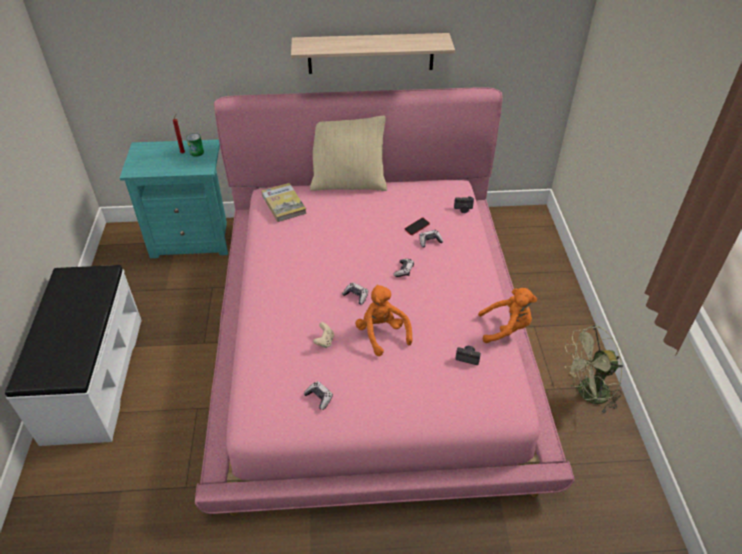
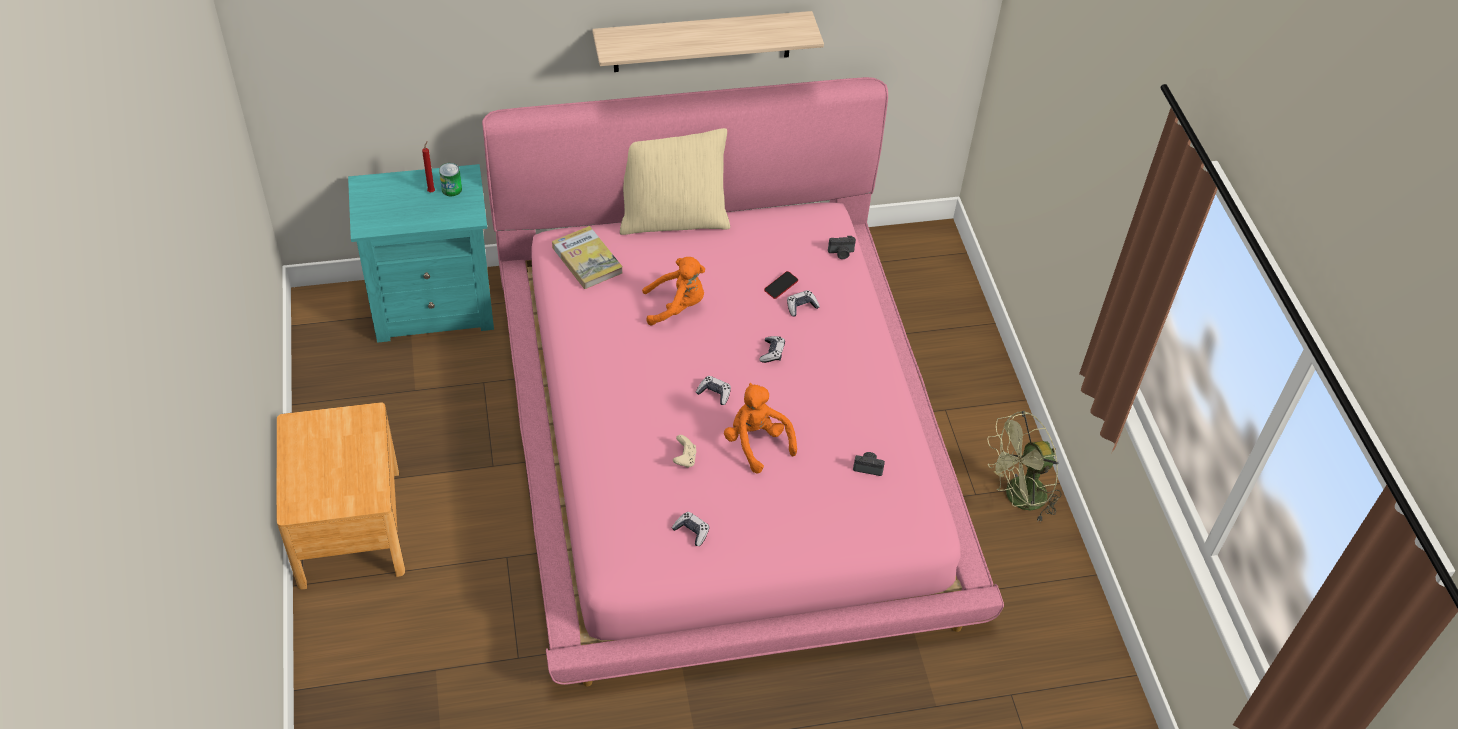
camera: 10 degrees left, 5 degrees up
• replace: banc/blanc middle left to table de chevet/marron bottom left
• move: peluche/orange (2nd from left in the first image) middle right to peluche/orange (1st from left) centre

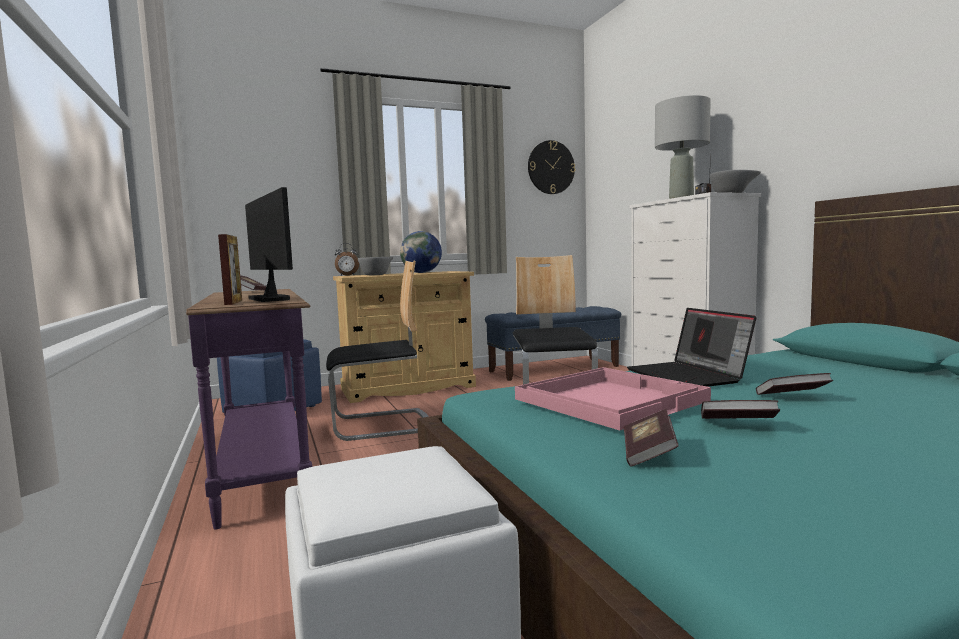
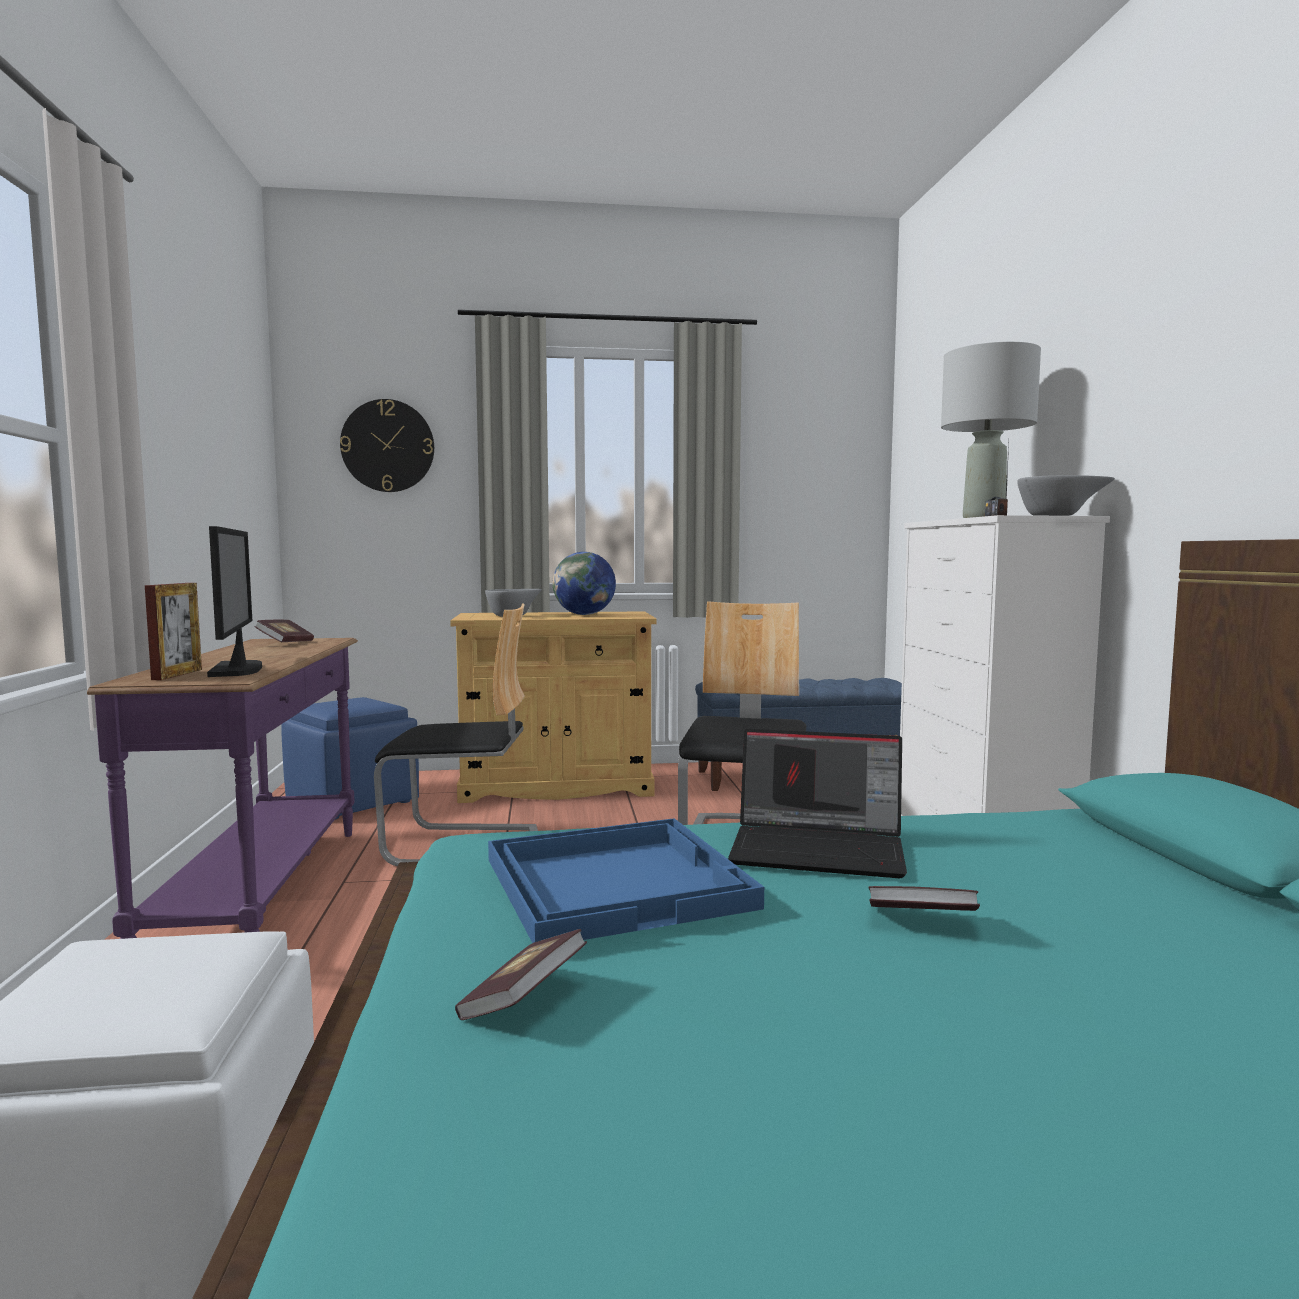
camera: 15 degrees right, 0 degrees up
• move: horloge murale top centre to middle left
• delete: réveil centre
• rotate: ordinateur portable middle right = centre 75 degrees counterclockwise
• recolor: plateau/rose centre to plateau/bleu bottom centre
• delete: livre (3rd from left) middle right

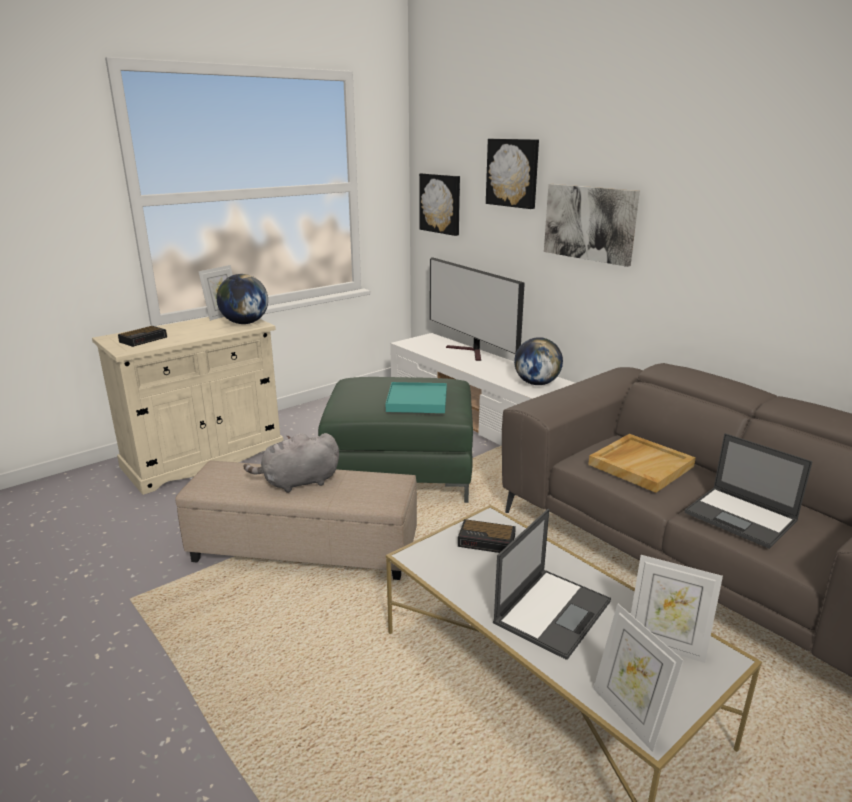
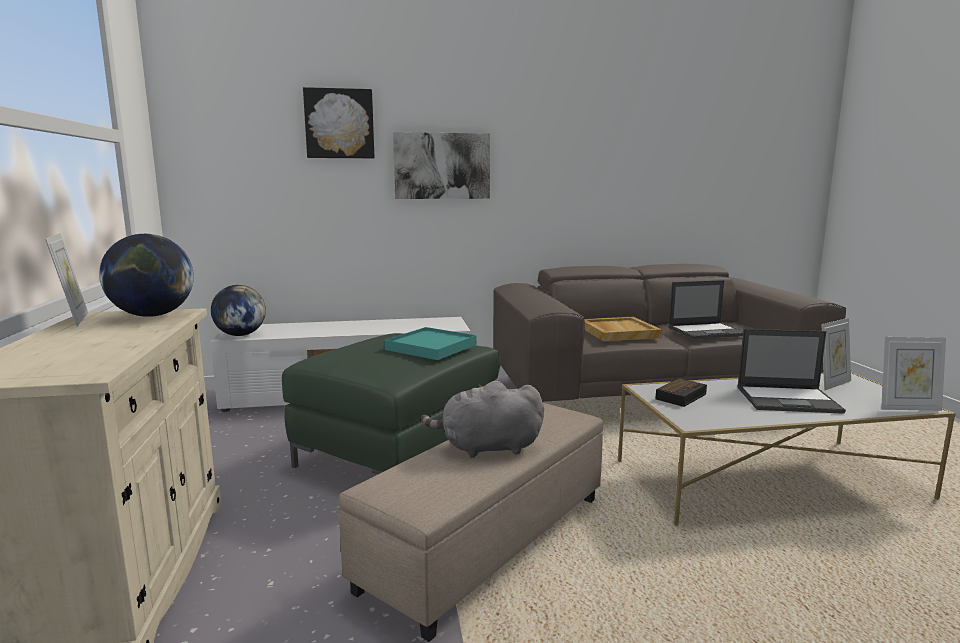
camera: 60 degrees left, 10 degrees down
• delete: tableau (1st from left) top centre
• delete: téléviseur centre
• delete: réveil (1st from left) middle left
• move: globe (2nd from left) centre to middle left
• rotate: peluche/gris centre = centre 75 degrees clockwise
• rotate: ordinateur portable (1st from left in the first image) bottom centre = middle right 120 degrees clockwise

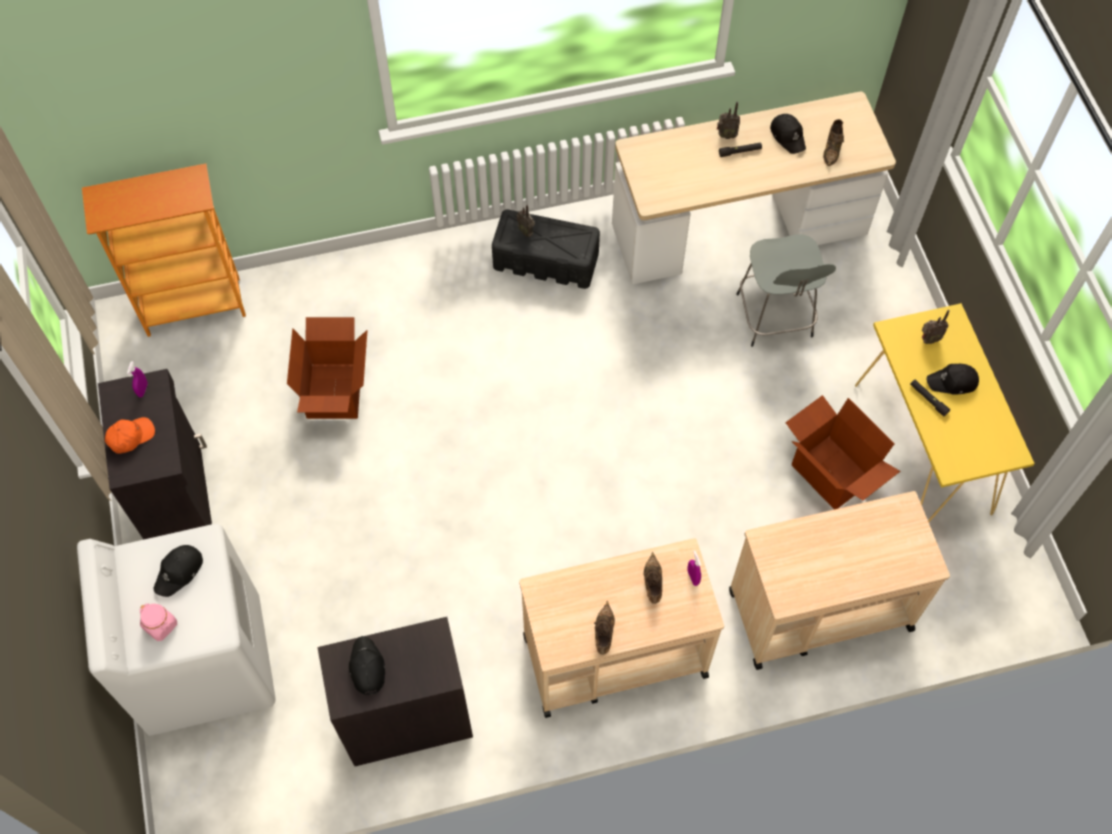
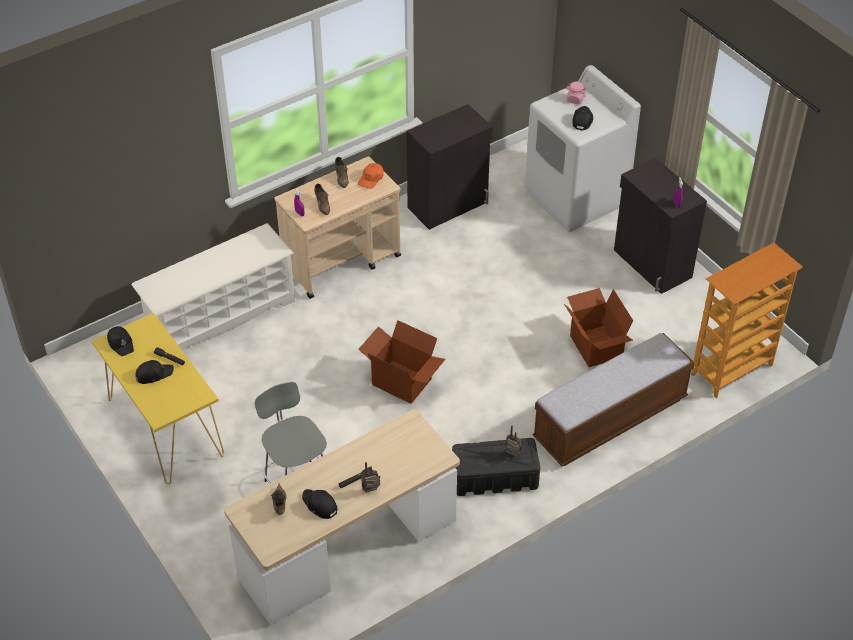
camera: 160 degrees right, 15 degrees down
• delete: radio (3rd from left) middle right
• move: carton (2nd from left in the first image) middle right to carton (1st from left) centre
• move: casquette/orange middle left to top centre
• replace: chariot/beige (2nd from left) bottom right to étagère à chaussures/blanc middle left
• move: casquette/noir (2nd from left in the first image) bottom left to casquette/noir (1st from left) middle left
• insert: banc middle right

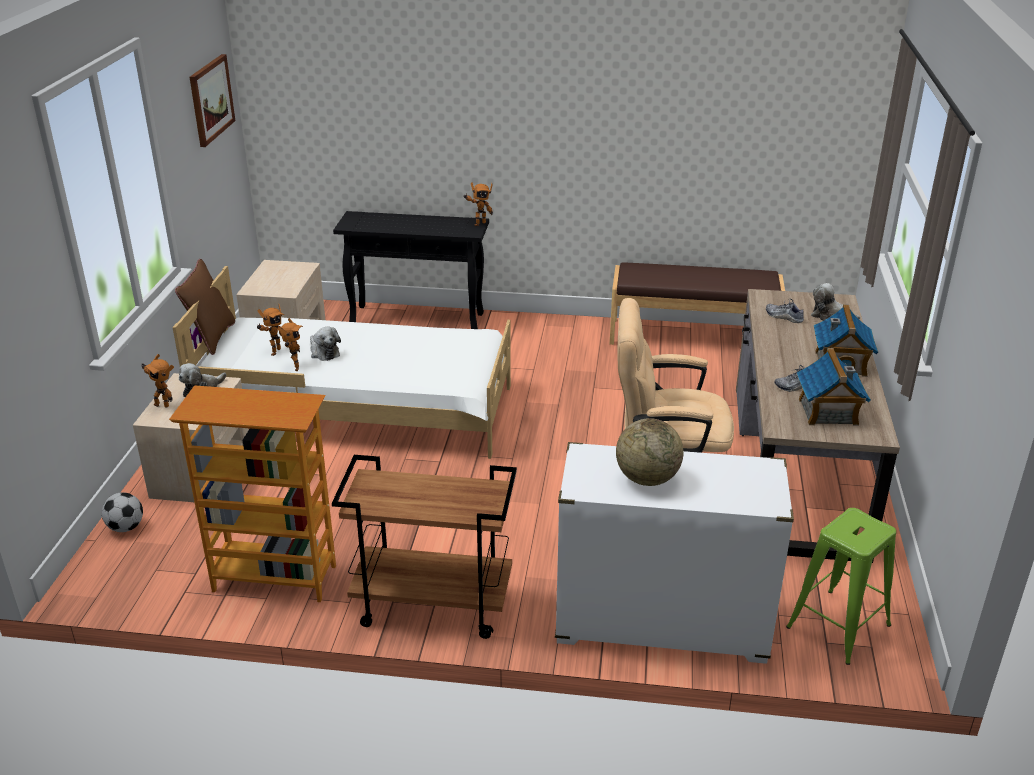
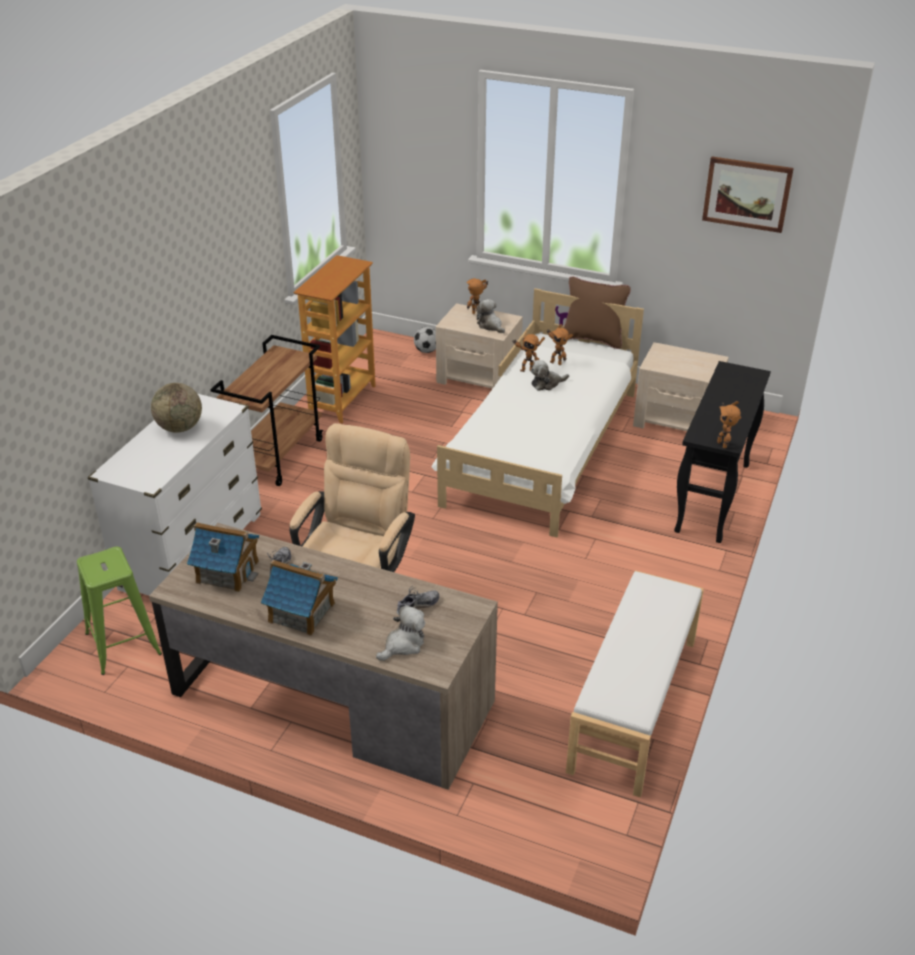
camera: 105 degrees right, 5 degrees up
• recolor: banc/marron middle right to banc/blanc bottom right

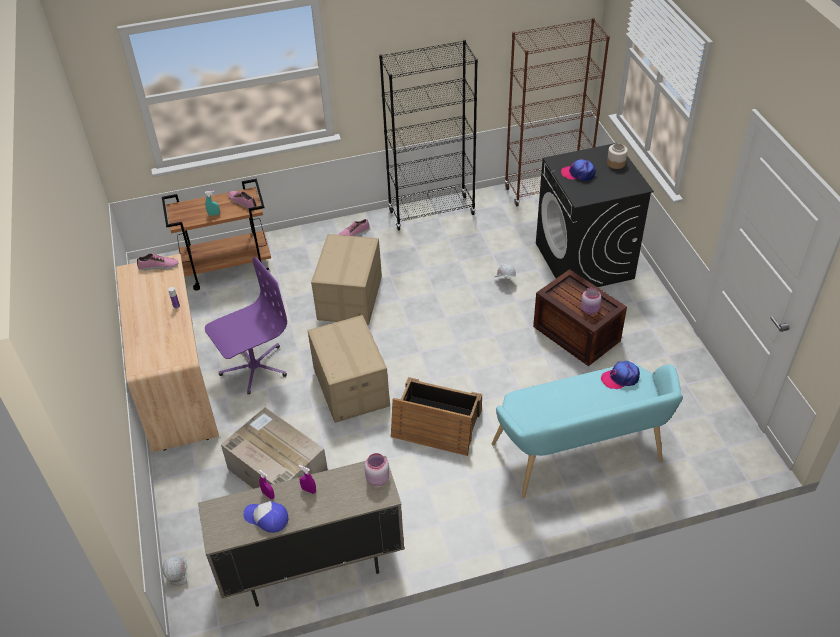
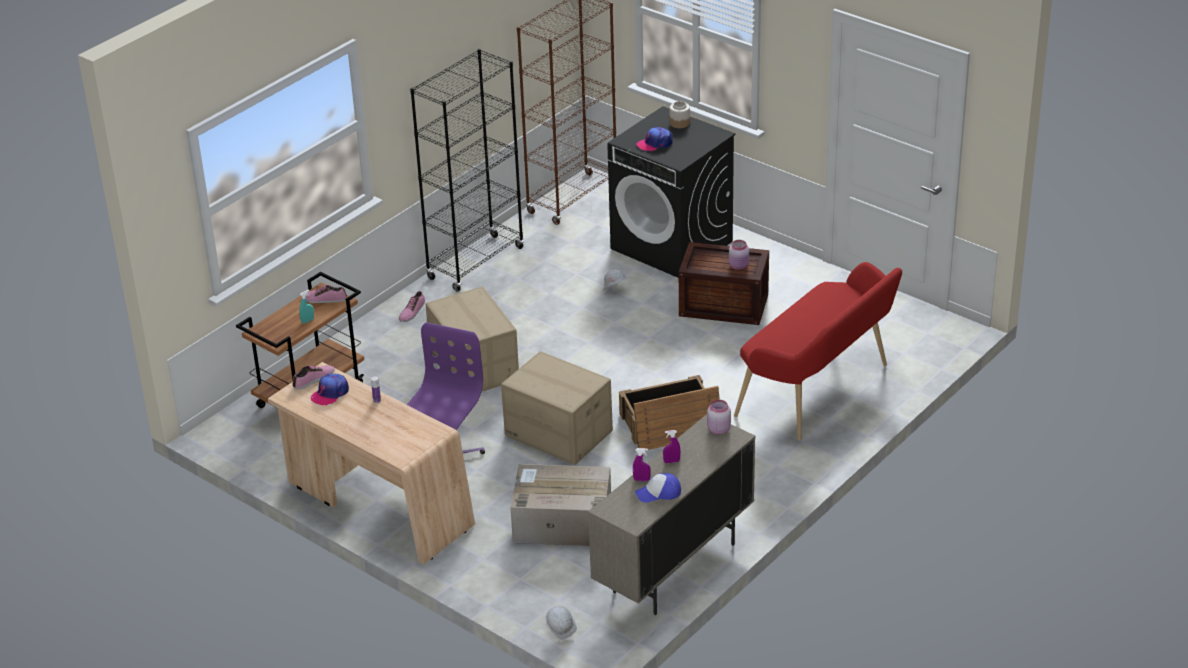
camera: 35 degrees left, 10 degrees down
• move: casquette (3rd from left in the first image) middle right to casquette (1st from left) middle left
• recolor: banc/turquoise bottom right to banc/rouge middle right

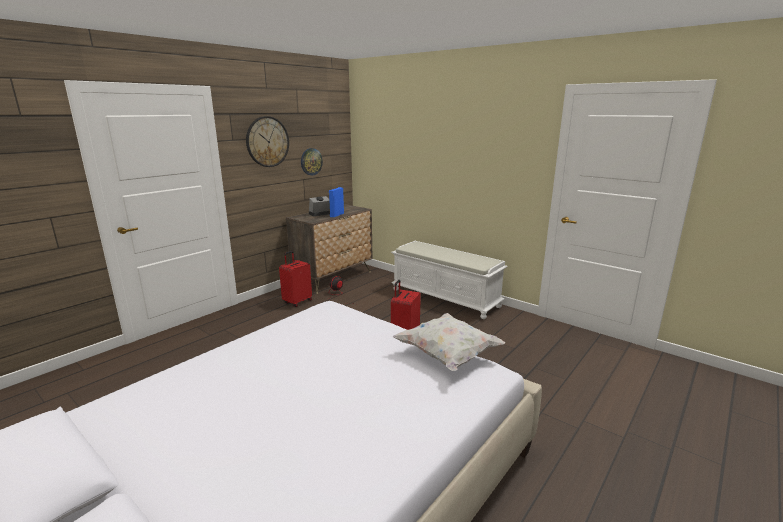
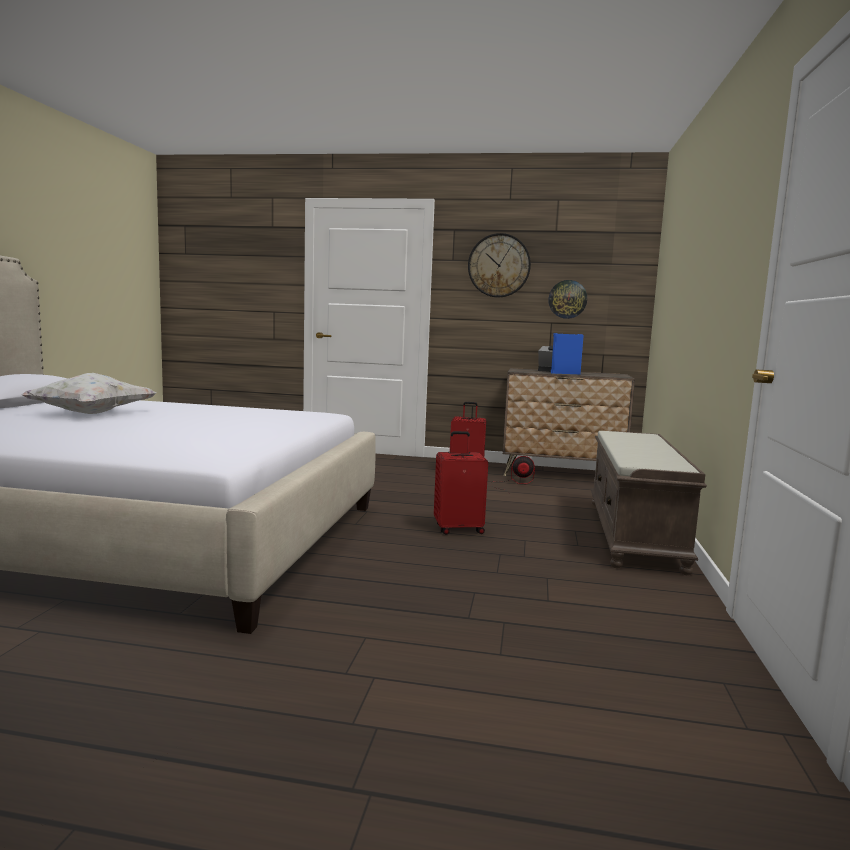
camera: 60 degrees right, 10 degrees down
• recolor: banc/blanc centre to banc/marron middle right
• move: coussin/blanc centre to middle left

